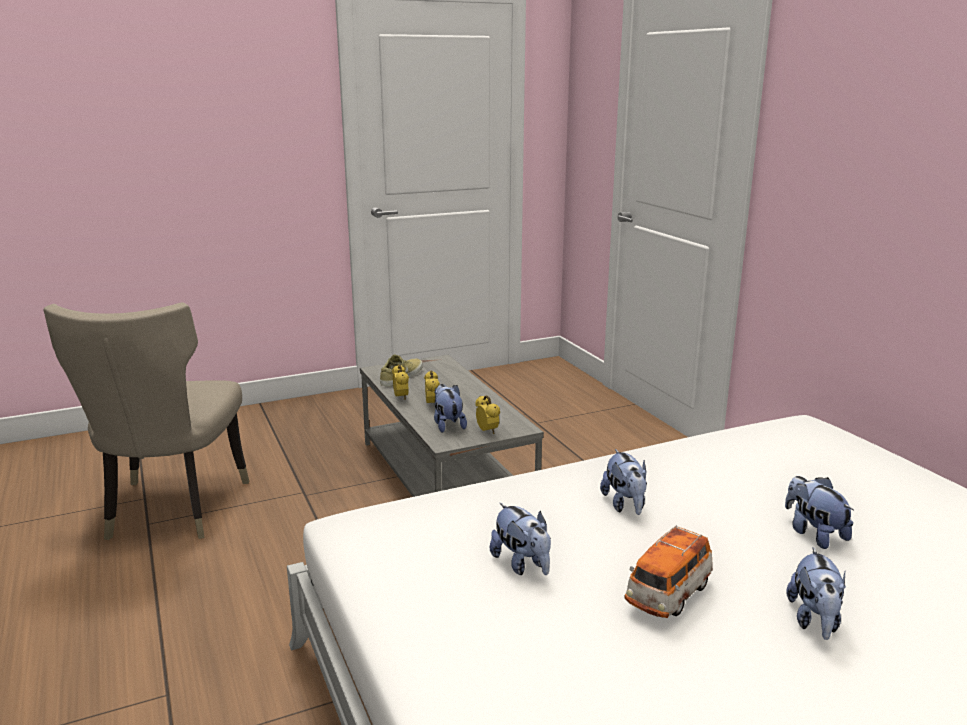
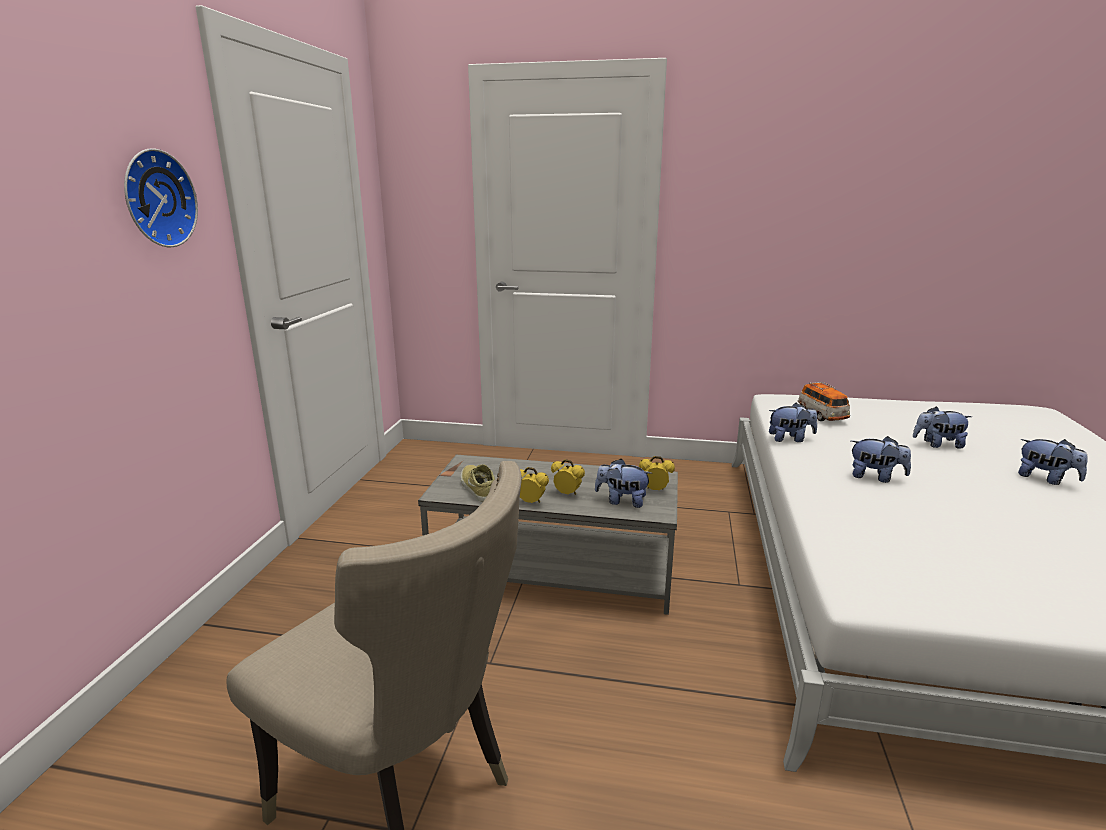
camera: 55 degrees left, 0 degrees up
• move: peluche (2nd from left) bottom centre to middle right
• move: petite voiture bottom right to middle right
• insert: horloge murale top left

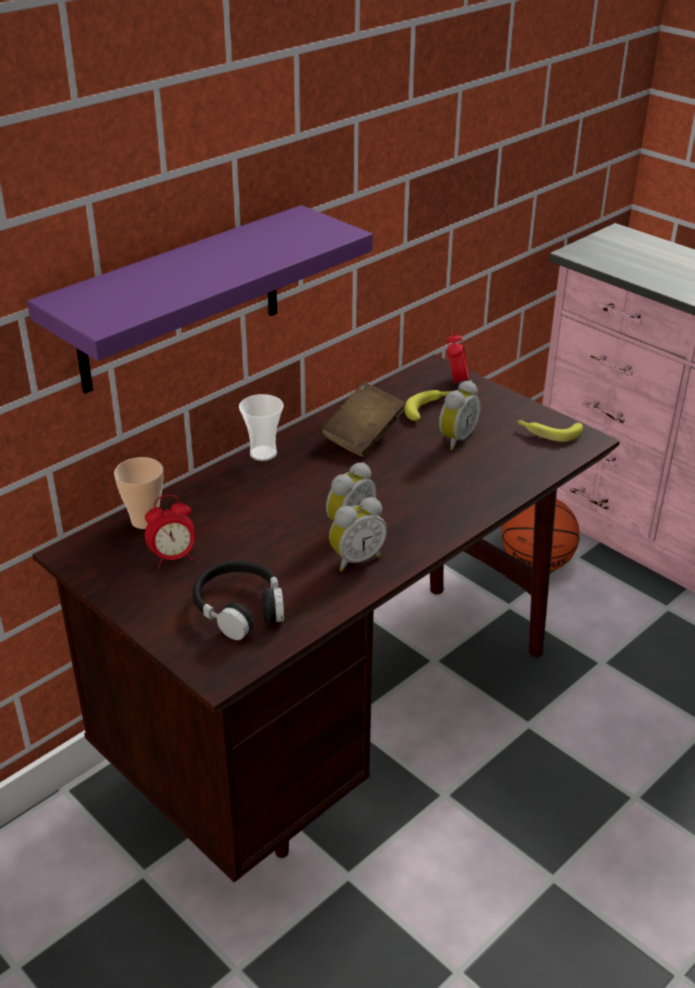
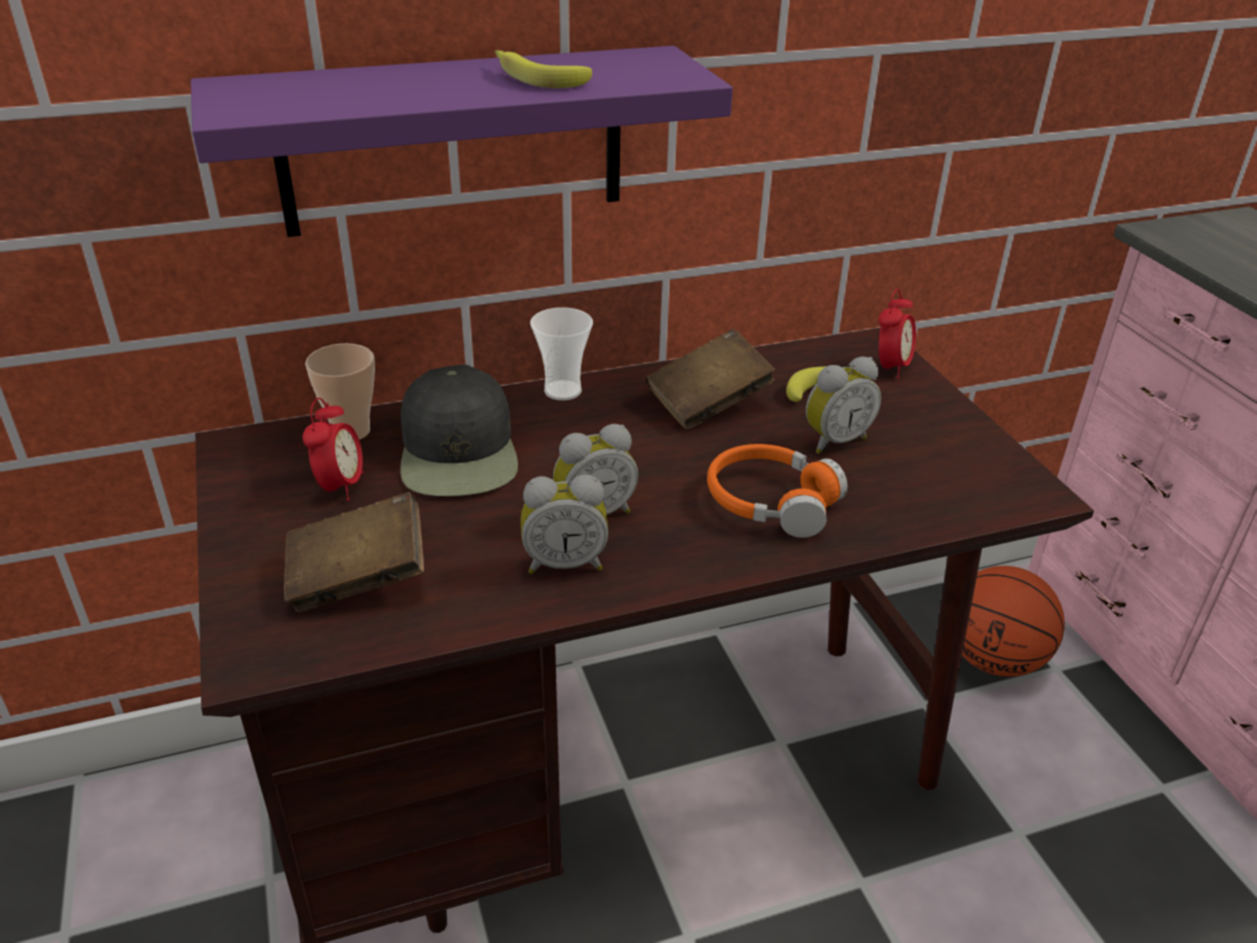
camera: 25 degrees right, 0 degrees up
• move: banane (2nd from left in the first image) middle right to banane (1st from left) top centre
• rotate: réveil (1st from left) middle left = middle left 90 degrees counterclockwise
• replace: casque audio/noir centre to livre/marron (1st from left) middle left
• insert: casquette/noir centre
• insert: casque audio/orange centre

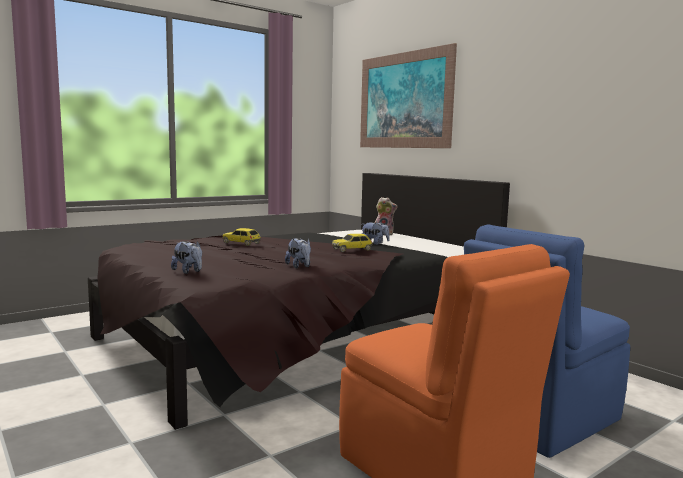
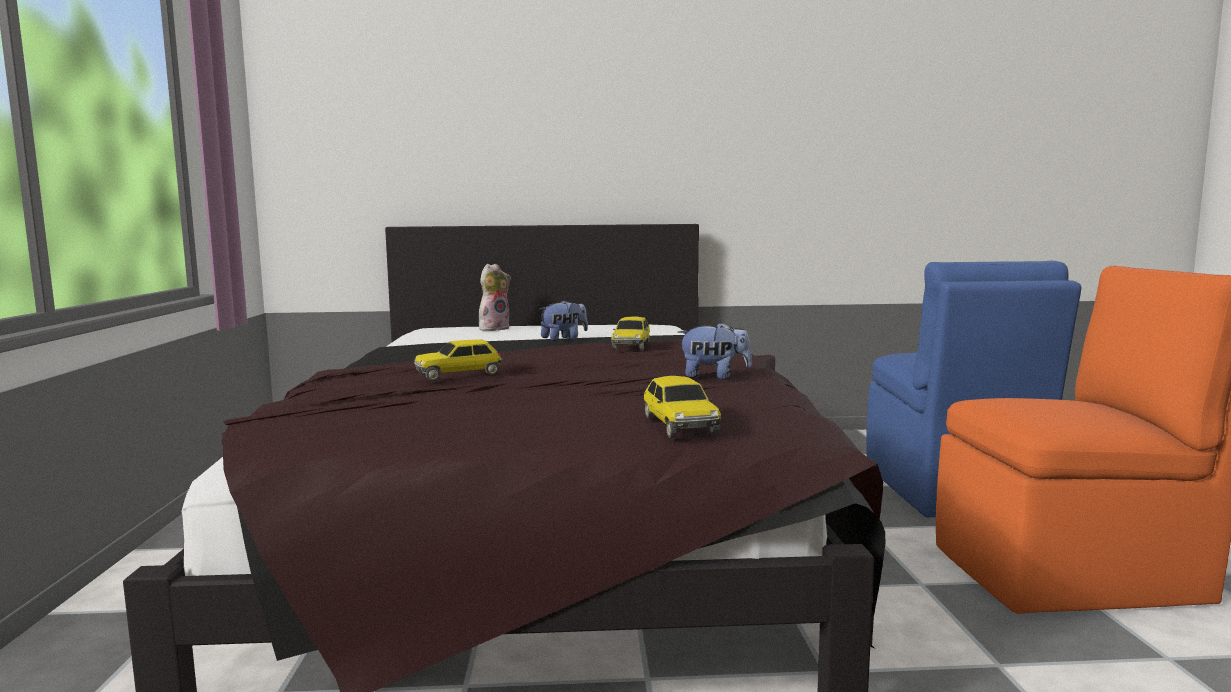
camera: 55 degrees left, 0 degrees up
• delete: tableau top centre
• replace: peluche (1st from left) middle left to petite voiture (3rd from left) centre

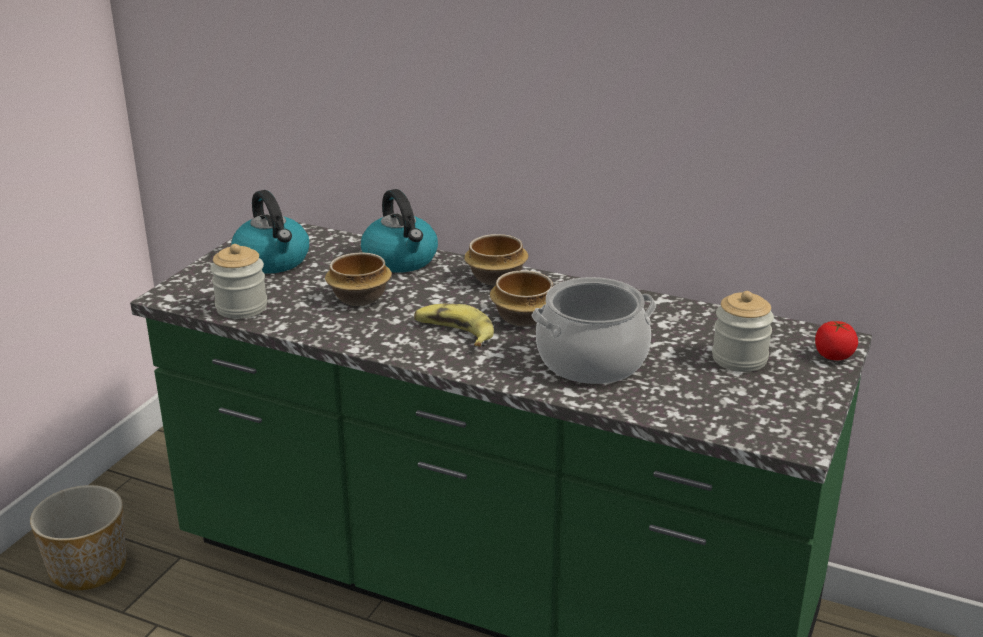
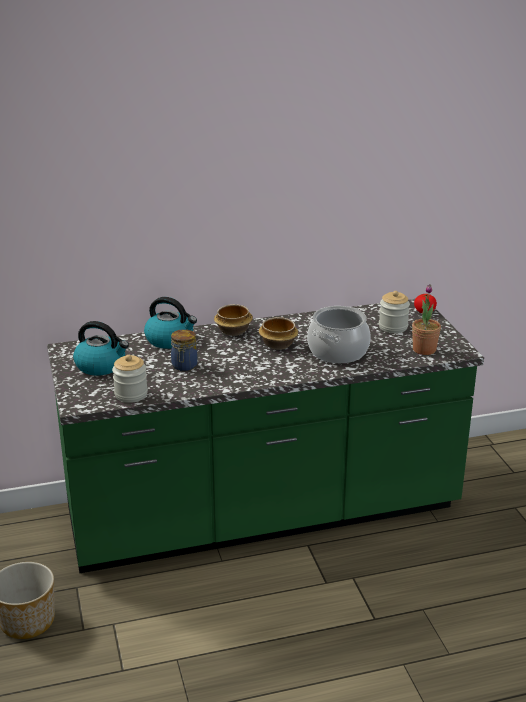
camera: 40 degrees left, 0 degrees up
• replace: bol (1st from left) centre to bocal (2nd from left) centre
• delete: banane centre
• insert: plante en pot middle right

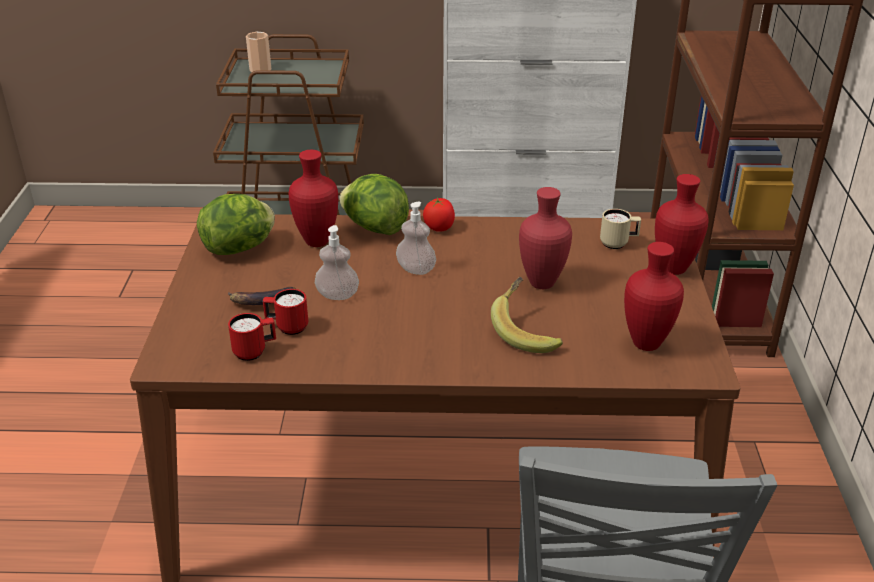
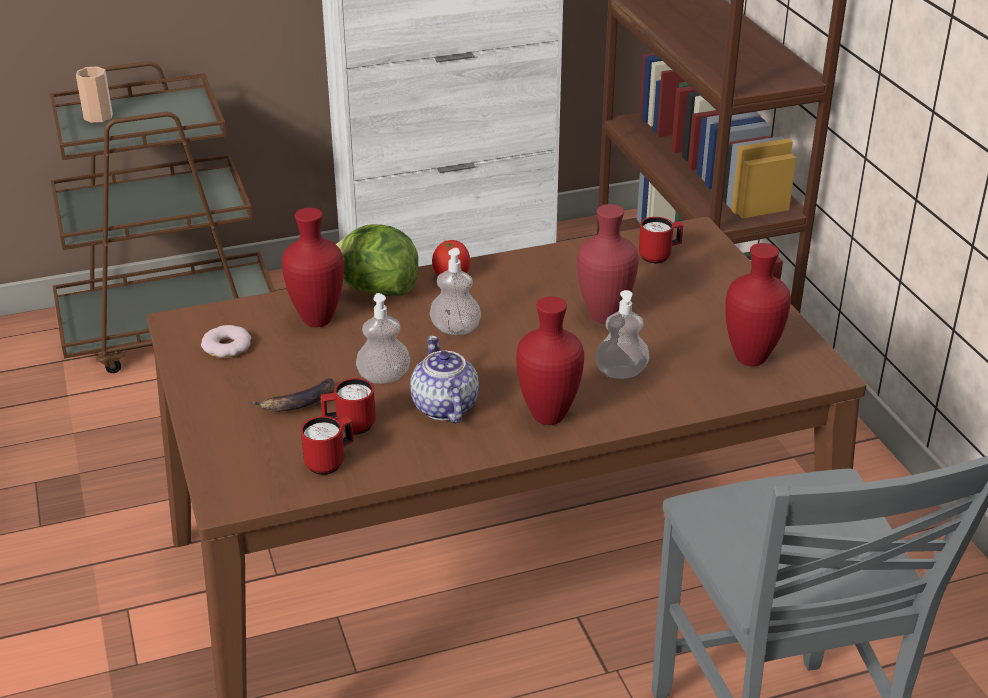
camera: 20 degrees left, 0 degrees up
• move: vase/rouge (4th from left in the first image) middle right to vase/rouge (2nd from left) centre
• replace: laitue (1st from left) middle left to beignet middle left
• recolor: mug/beige middle right to mug/rouge (3rd from left) middle right
• replace: banane (2nd from left) centre to distributeur de savon (3rd from left) centre
• insert: théière centre

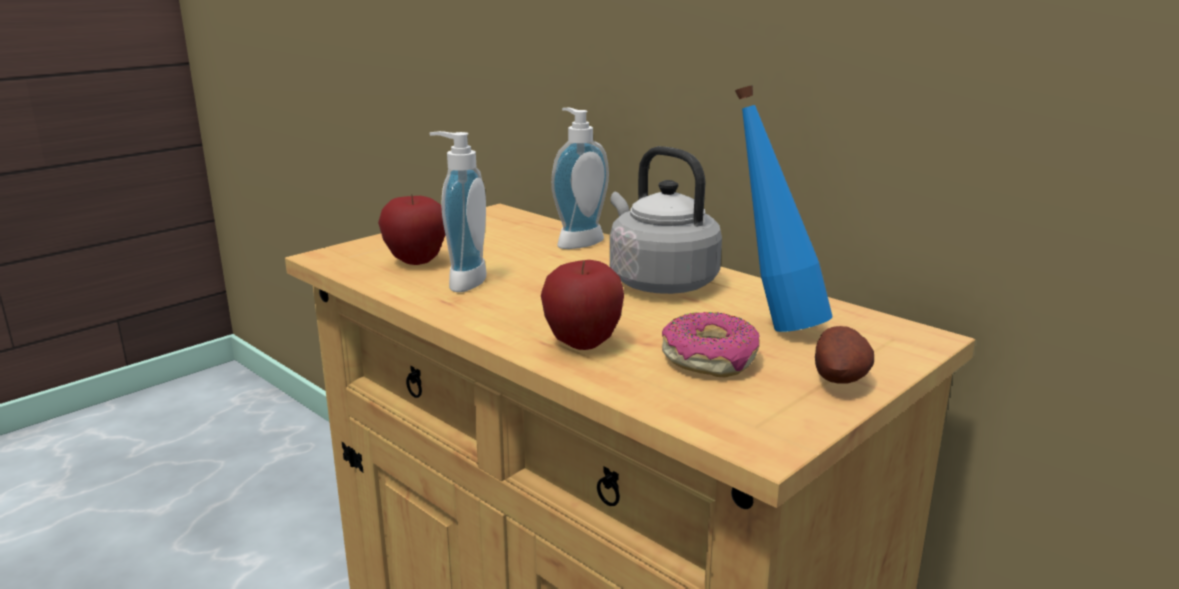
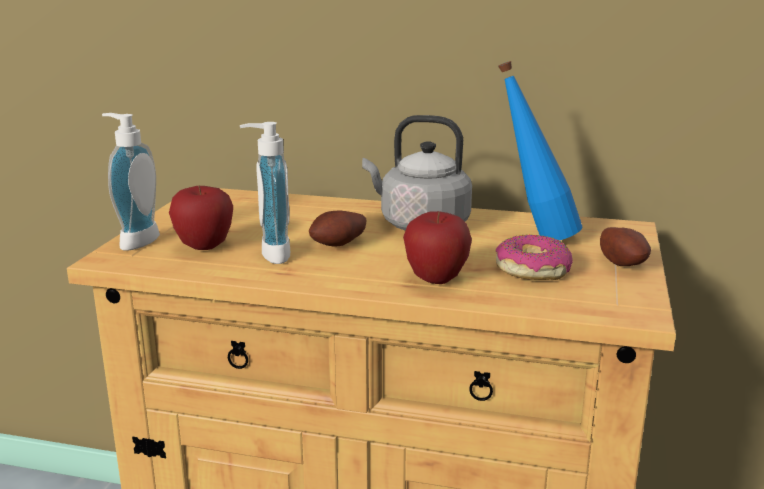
camera: 30 degrees left, 0 degrees up
• move: distributeur de savon (2nd from left in the first image) top centre to distributeur de savon (1st from left) middle left
• insert: pomme de terre (1st from left) centre

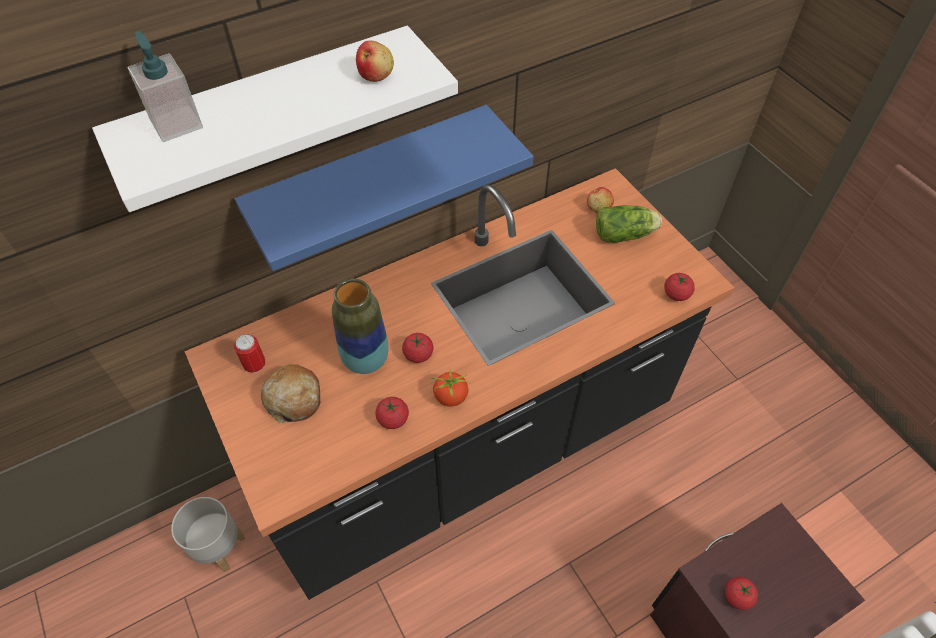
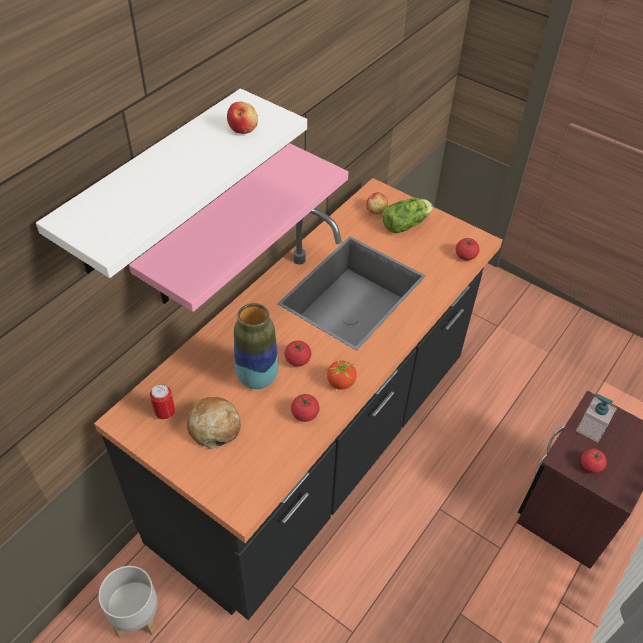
camera: 25 degrees left, 5 degrees down
• move: distributeur de savon top left to middle right
• recolor: étagère/bleu top centre to étagère/rose centre

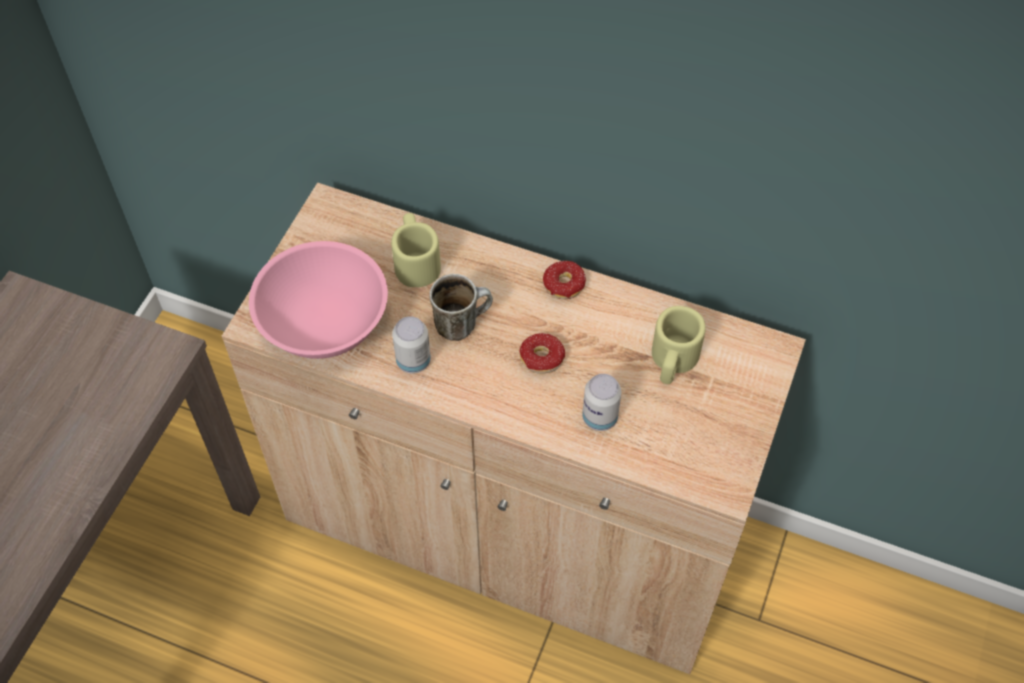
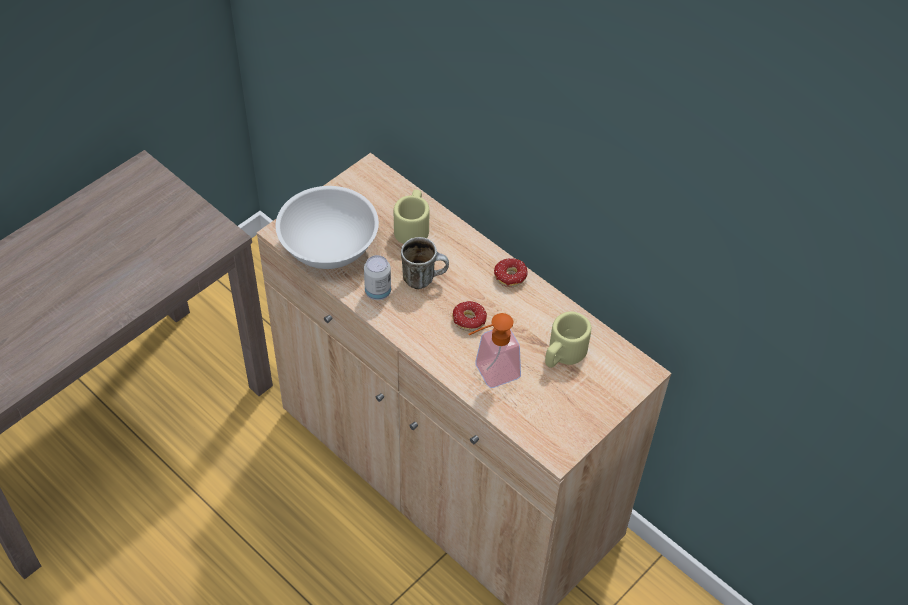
camera: 20 degrees right, 5 degrees down
• recolor: bol/rose middle left to bol/blanc centre
• replace: boîte métallique (2nd from left) centre to distributeur de savon centre

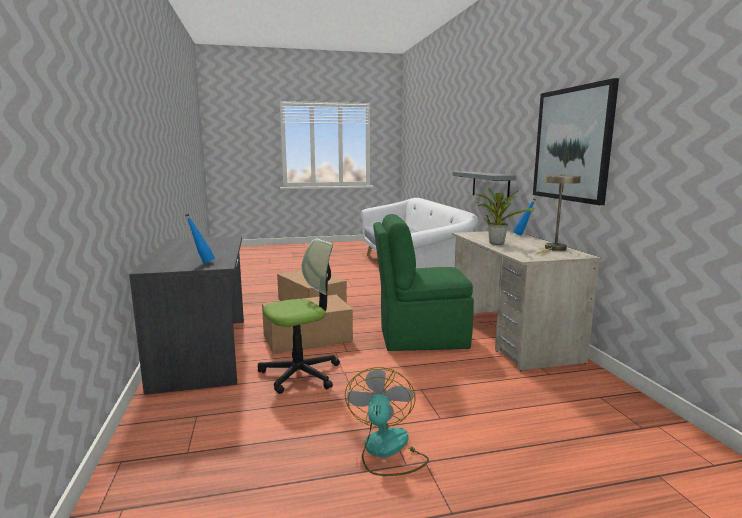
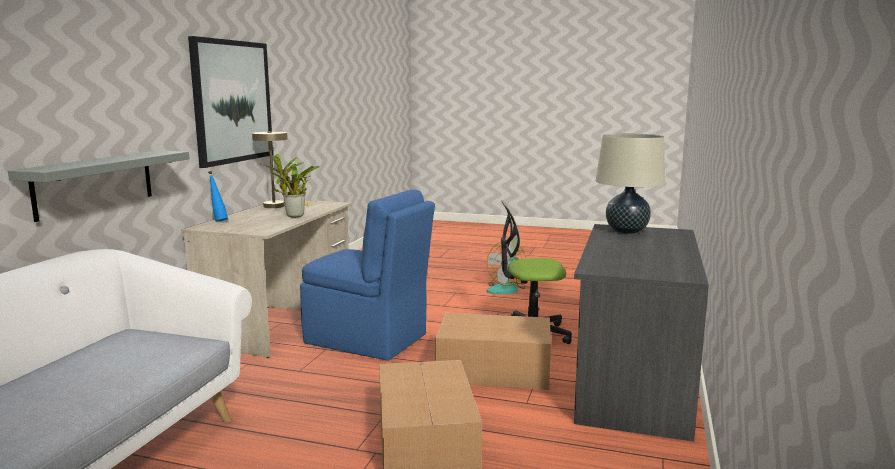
camera: 150 degrees left, 0 degrees up
• replace: bouteille/bleu (1st from left) middle left to lampe de table/beige (2nd from left) middle right
• recolor: chaise/vert centre to chaise/bleu centre

